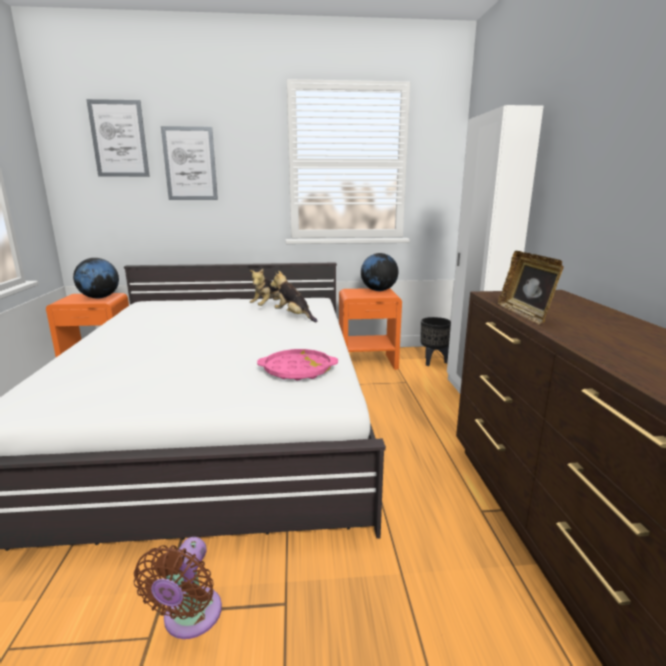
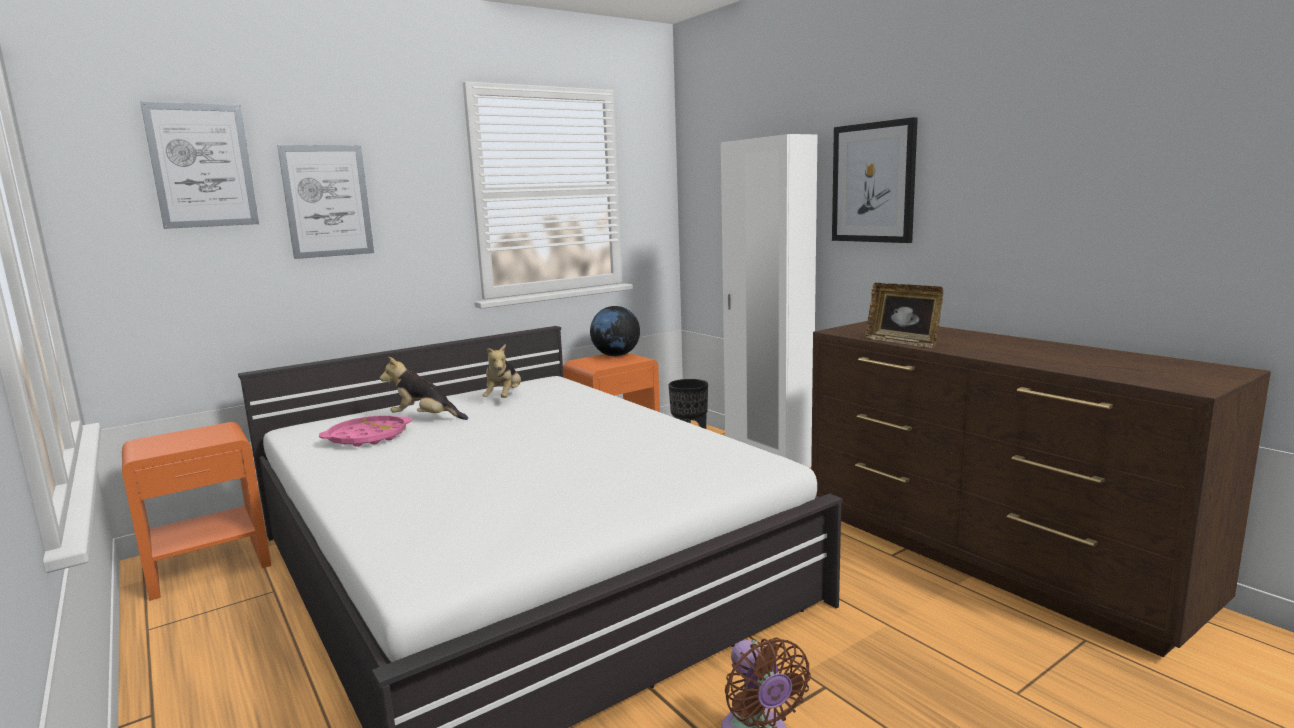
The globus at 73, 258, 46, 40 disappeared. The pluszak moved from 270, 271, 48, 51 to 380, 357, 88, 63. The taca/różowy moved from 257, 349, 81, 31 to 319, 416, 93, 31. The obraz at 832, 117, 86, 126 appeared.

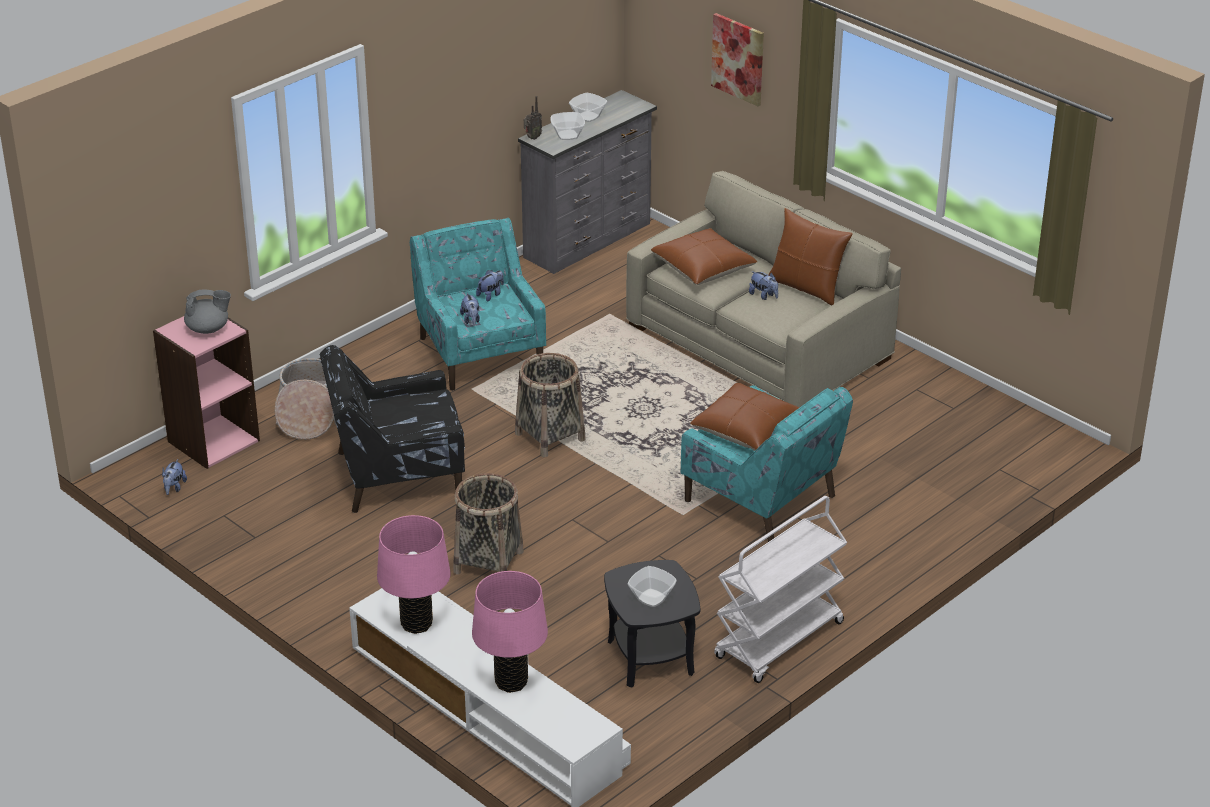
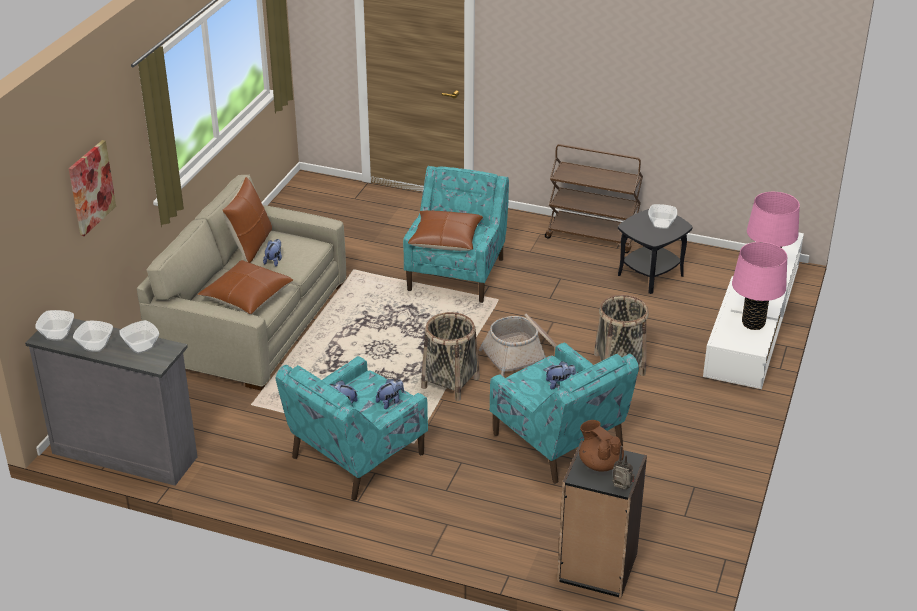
The radio moved from 524, 96, 18, 44 to 612, 446, 23, 44. The imbryk/szary at 184, 289, 47, 45 became the imbryk/brązowy at 579, 420, 45, 51. The regał/różowy at 153, 316, 107, 153 became the regał/czarny at 557, 440, 90, 158. The fotel/czarny at 320, 345, 145, 168 became the fotel/turkusowy at 490, 343, 149, 140. The koszyk moved from 275, 358, 61, 82 to 479, 314, 78, 63. The pluszak moved from 162, 459, 25, 36 to 545, 361, 31, 28. The wózek/biały at 714, 496, 133, 187 became the wózek/brązowy at 545, 144, 98, 109. The miska at 35, 310, 39, 31 appeared.

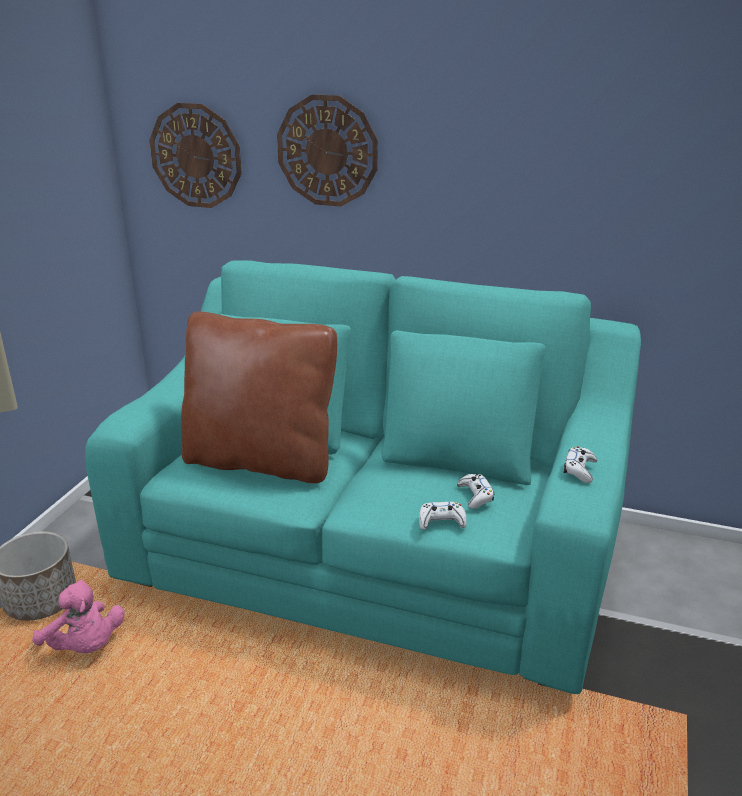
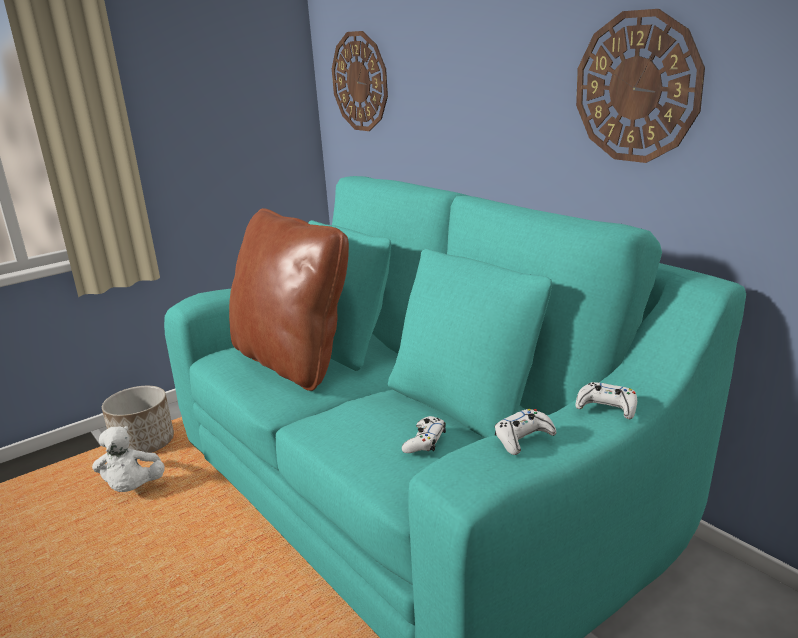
The zegar ścienny moved from 277, 94, 101, 113 to 576, 9, 129, 154. The pad do gier/biały moved from 419, 502, 48, 28 to 575, 382, 62, 37. The pluszak/różowy at 32, 580, 92, 73 became the pluszak/biały at 92, 426, 73, 66.

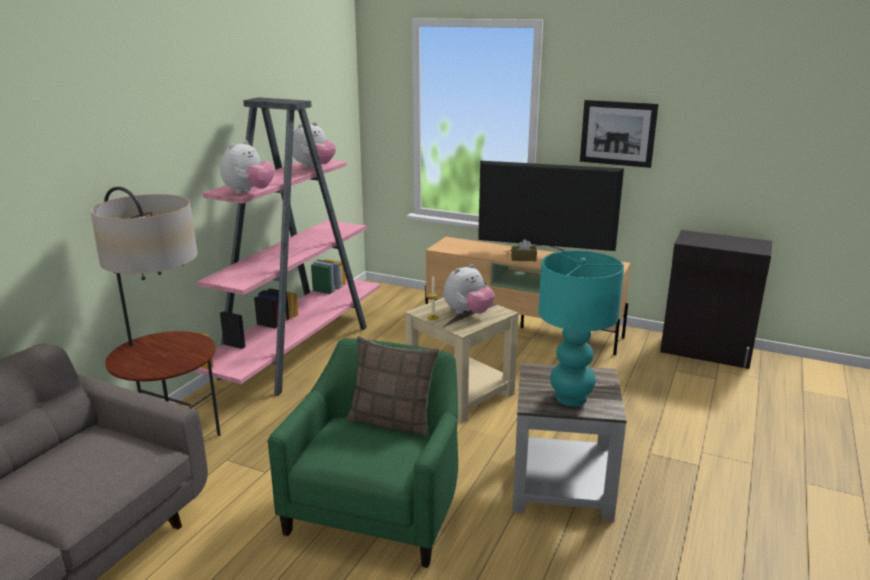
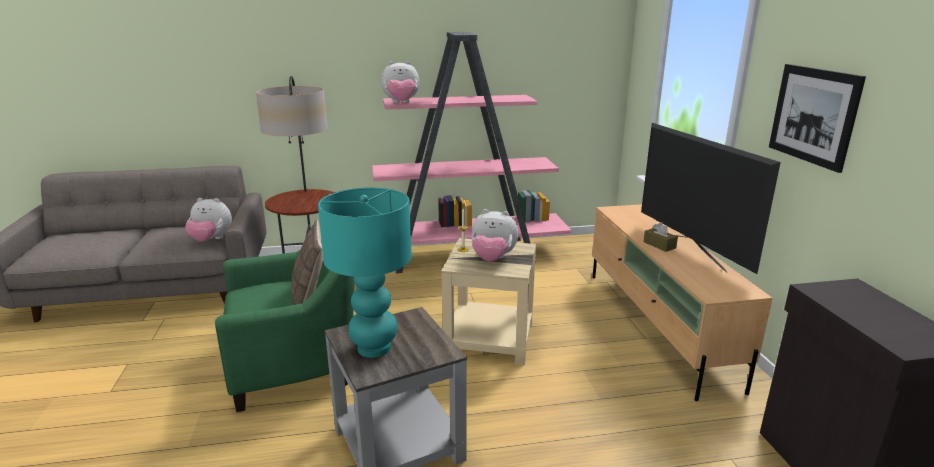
The pluszak moved from 292, 122, 44, 46 to 185, 198, 47, 44.

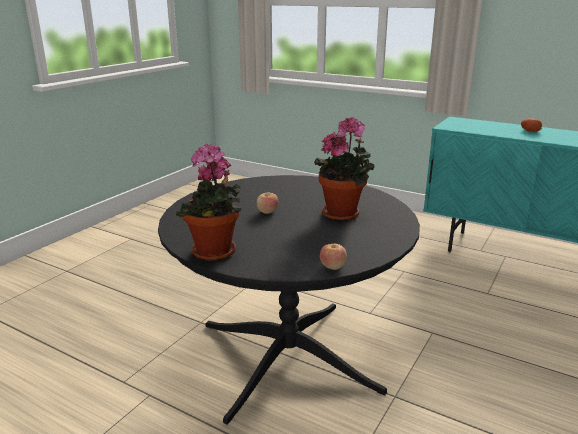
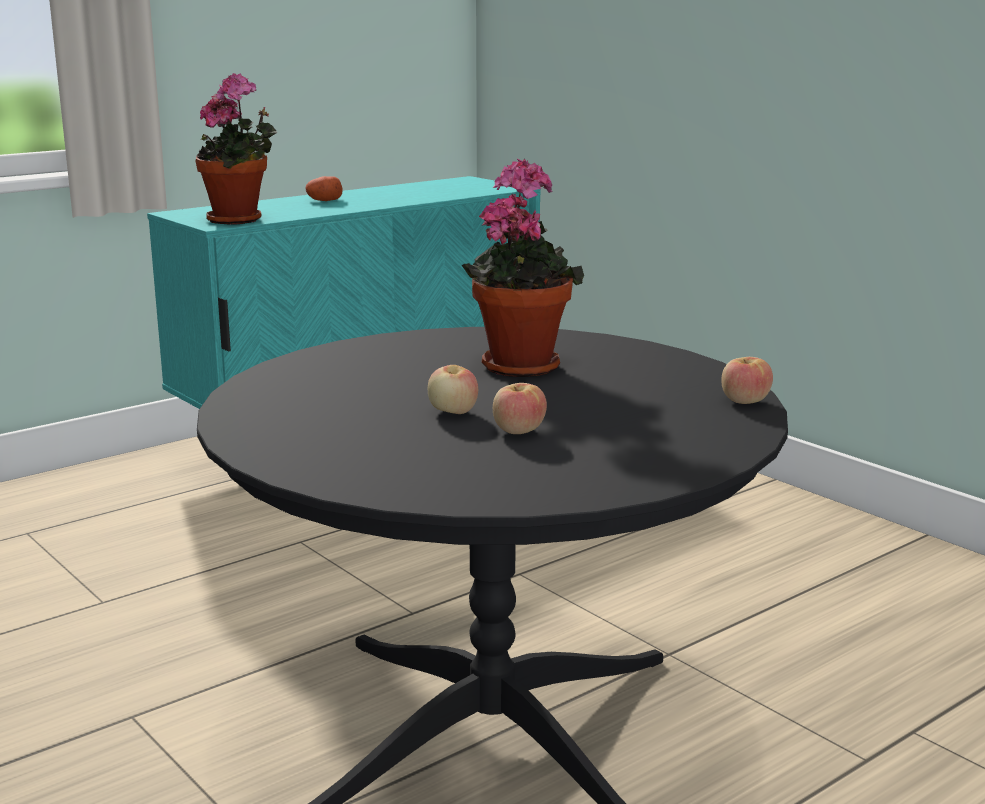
The roślina doniczkowa moved from 176, 144, 67, 117 to 195, 73, 82, 152. The jabłko at 493, 383, 54, 51 appeared.

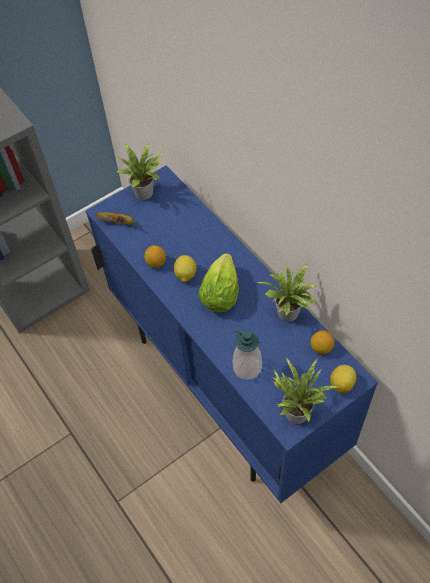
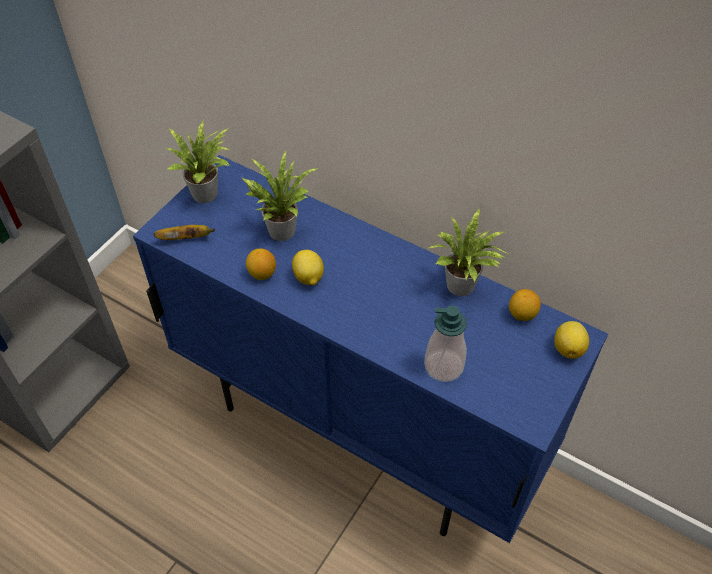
The sałata at 198, 253, 41, 59 disappeared. The roślina doniczkowa moved from 272, 358, 67, 66 to 242, 150, 76, 91.

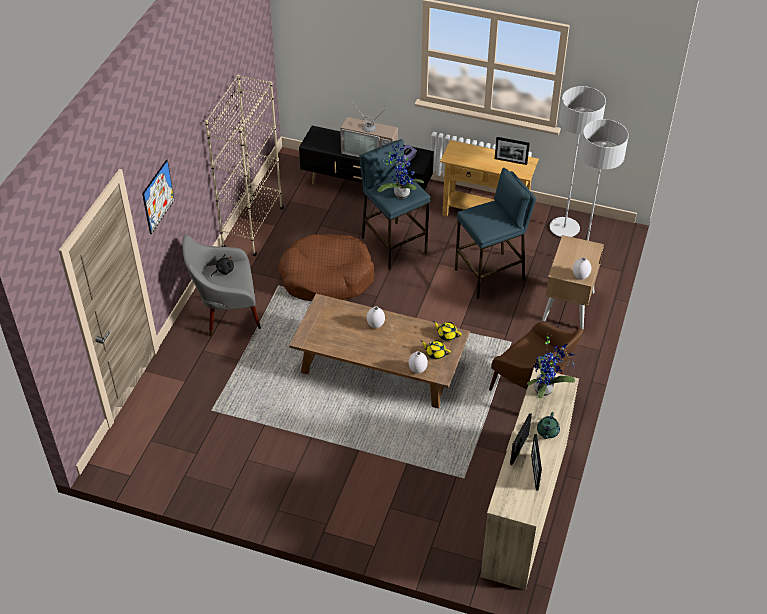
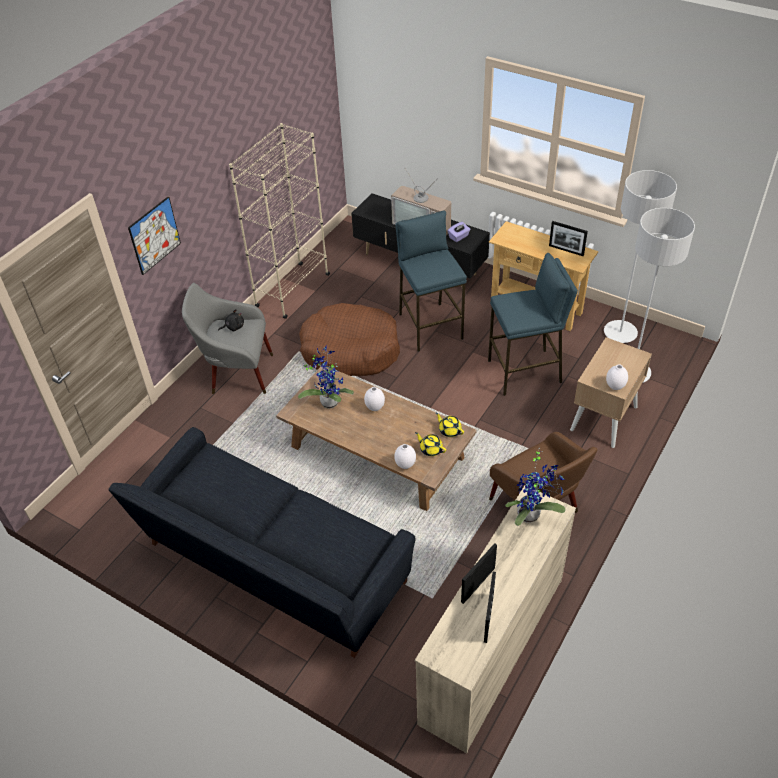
The roślina doniczkowa moved from 378, 144, 46, 55 to 298, 345, 56, 64. The imbryk/zielony at 537, 412, 23, 27 disappeared. The kanapa/czarny at 108, 427, 308, 231 appeared.

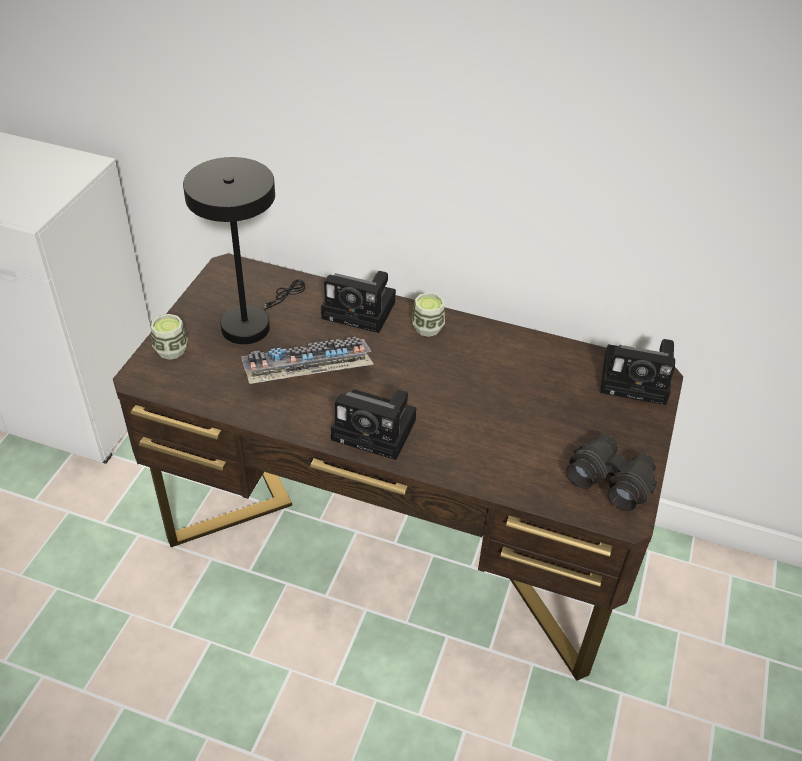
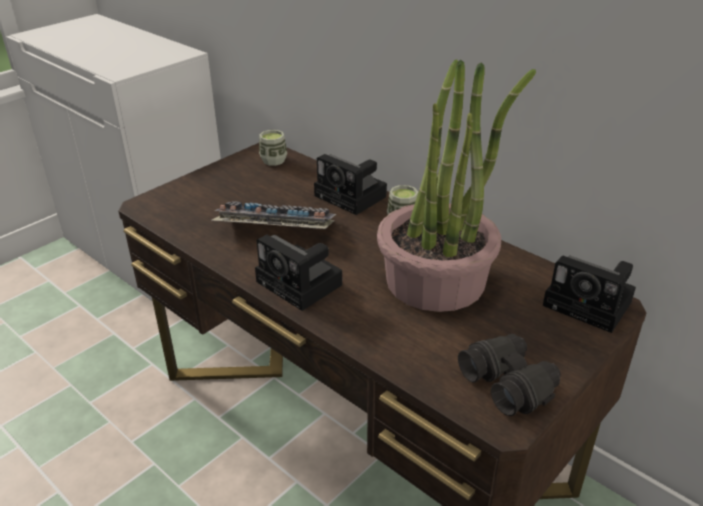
The lampa stołowa/czarny at 183, 157, 122, 187 disappeared. The filiżanka moved from 151, 314, 37, 46 to 259, 130, 28, 36. The roślina doniczkowa at 377, 59, 159, 253 appeared.

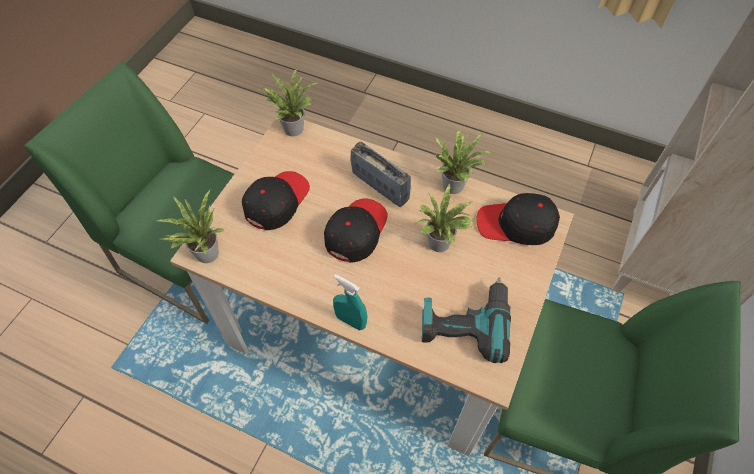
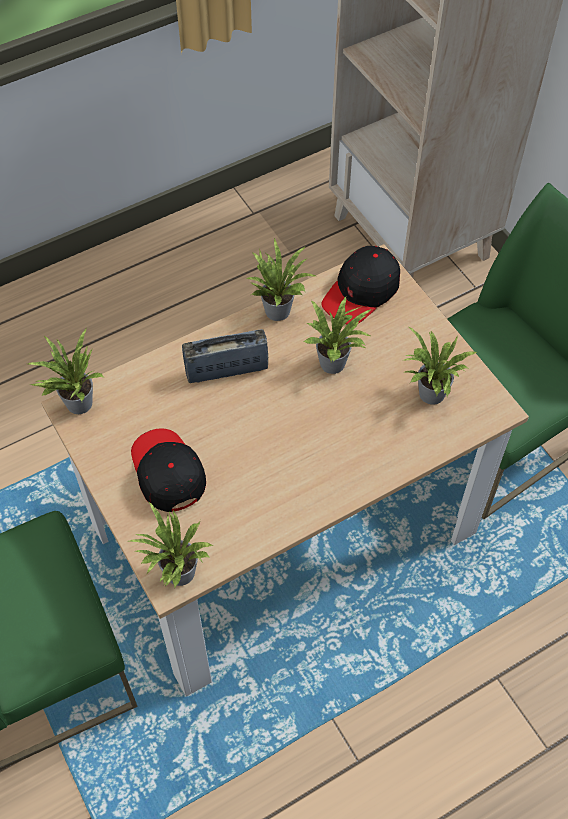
The czapka z daszkiem/czarny at 324, 199, 64, 64 disappeared. The spryskiwacz/turkusowy at 333, 274, 34, 56 disappeared. The wiertarka at 422, 277, 89, 86 was replaced by the roślina doniczkowa at 402, 327, 76, 78.

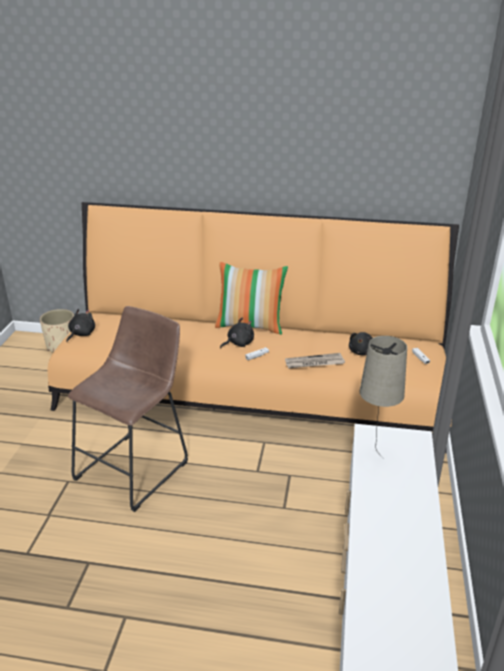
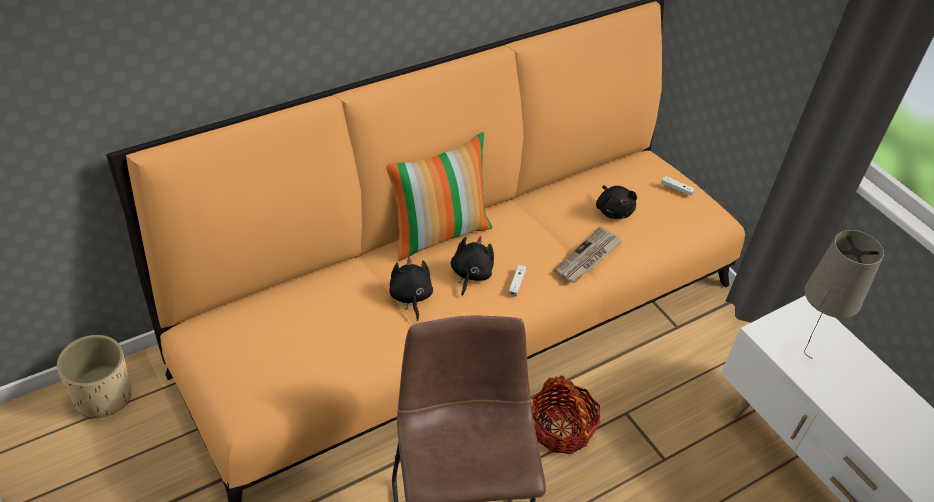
The pluszak/czarny moved from 66, 309, 29, 33 to 389, 257, 44, 64. The koszyk at 532, 375, 68, 79 appeared.

